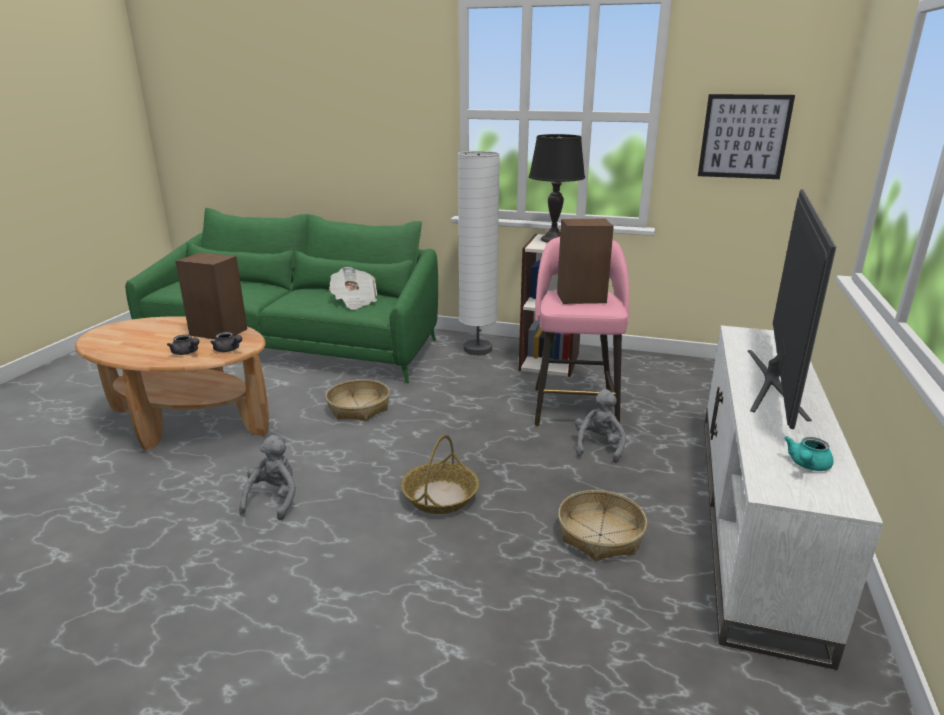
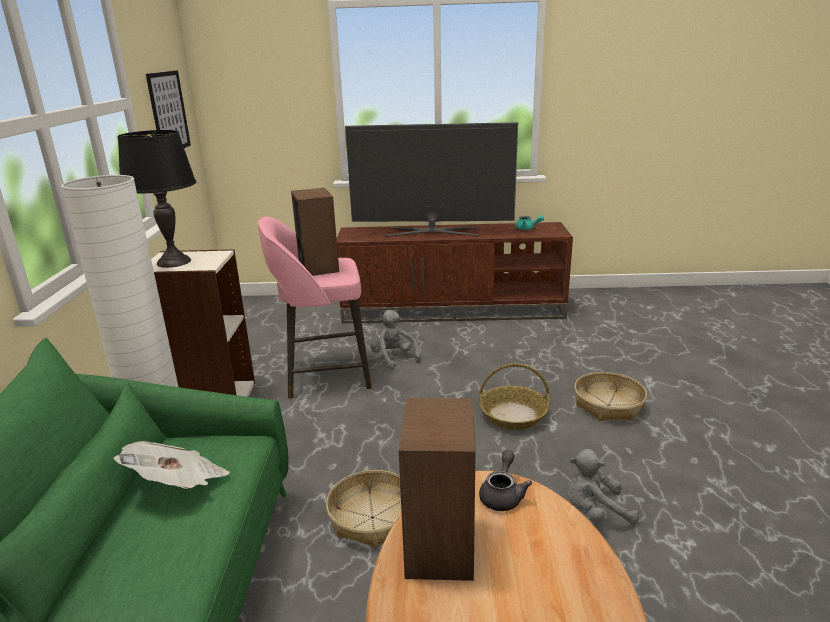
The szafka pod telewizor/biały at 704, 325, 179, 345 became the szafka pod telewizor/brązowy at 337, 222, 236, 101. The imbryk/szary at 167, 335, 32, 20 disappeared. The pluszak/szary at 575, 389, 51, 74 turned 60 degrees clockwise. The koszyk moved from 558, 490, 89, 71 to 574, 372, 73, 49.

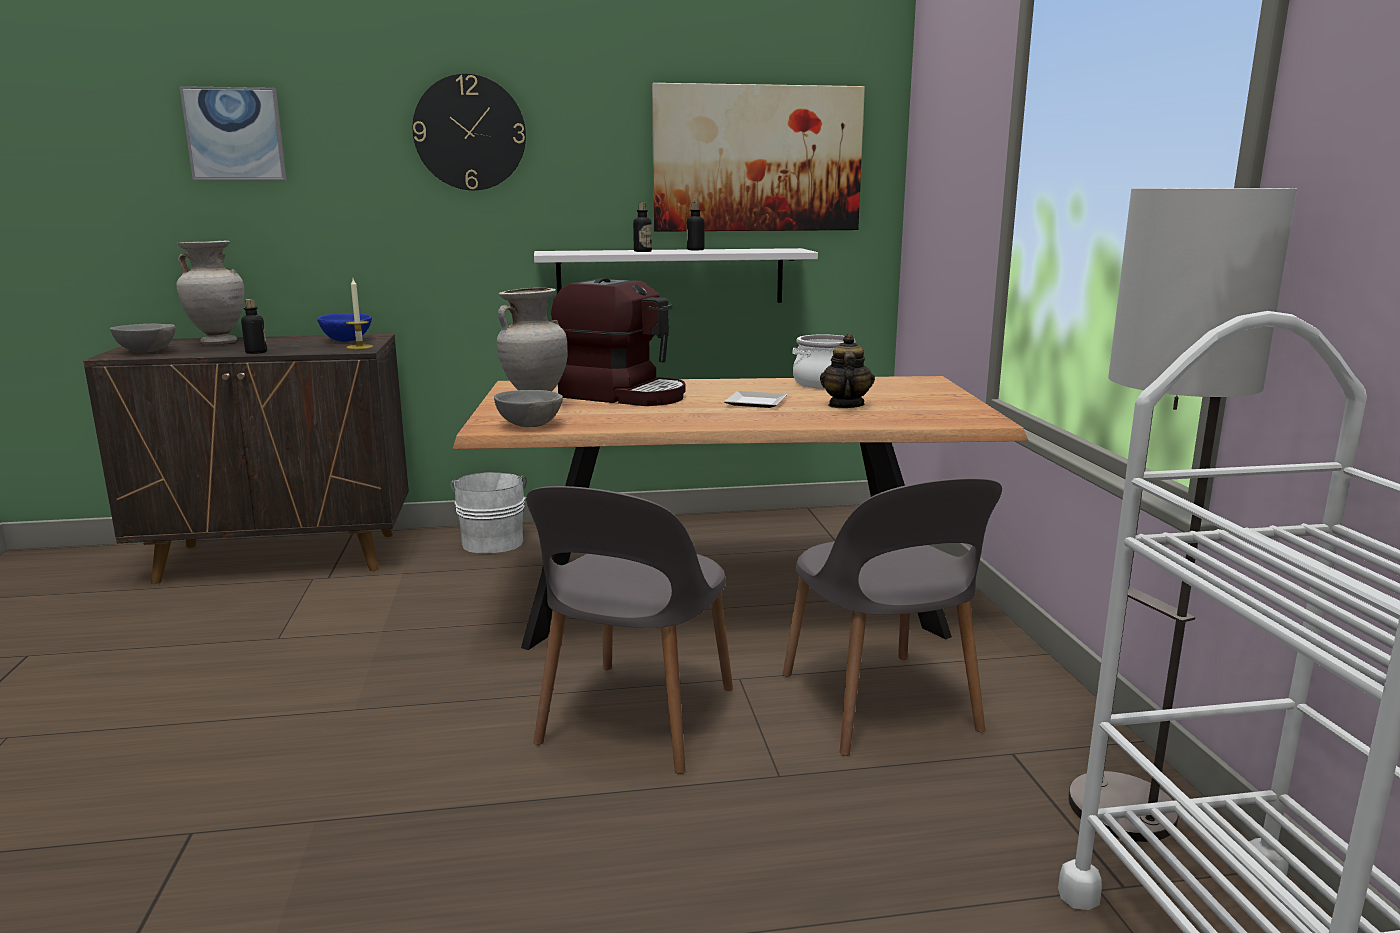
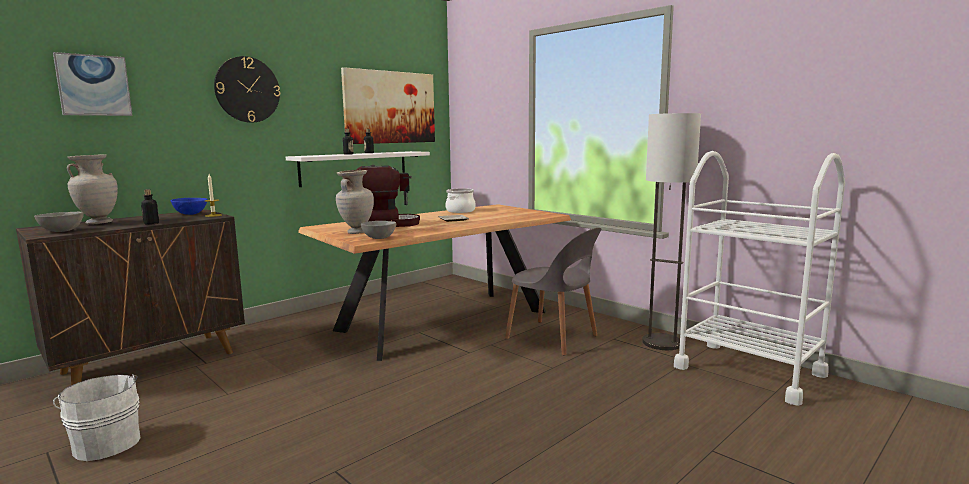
The imbryk at 820, 334, 55, 74 disappeared. The wiadro/biały moved from 450, 472, 77, 81 to 53, 374, 87, 87. The krzesło/szary at 526, 486, 207, 288 disappeared.

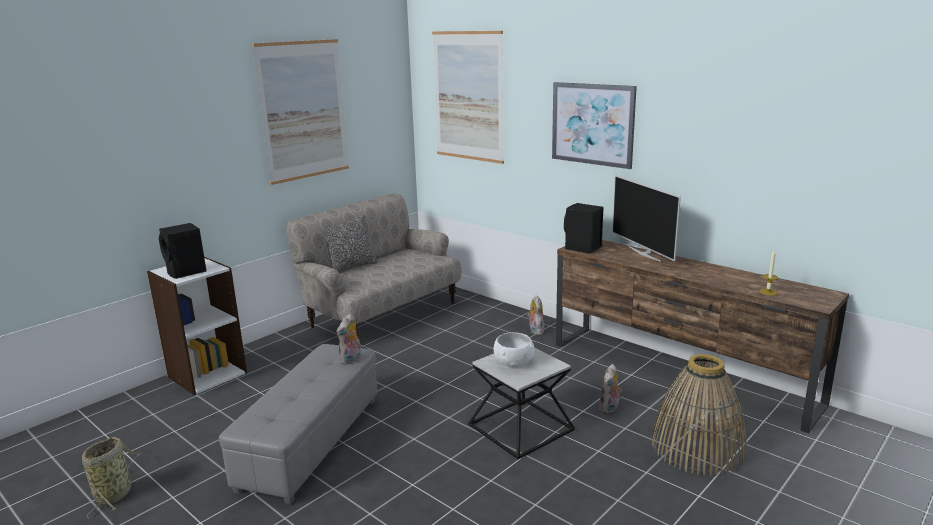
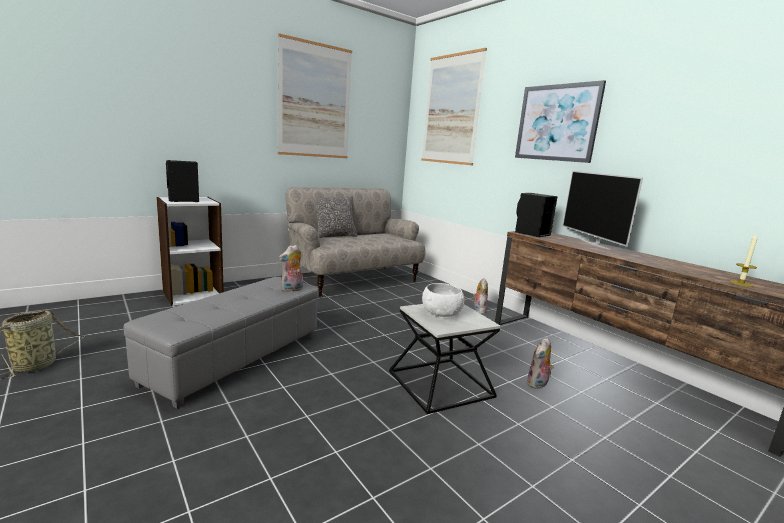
The koszyk at 651, 354, 96, 122 disappeared.

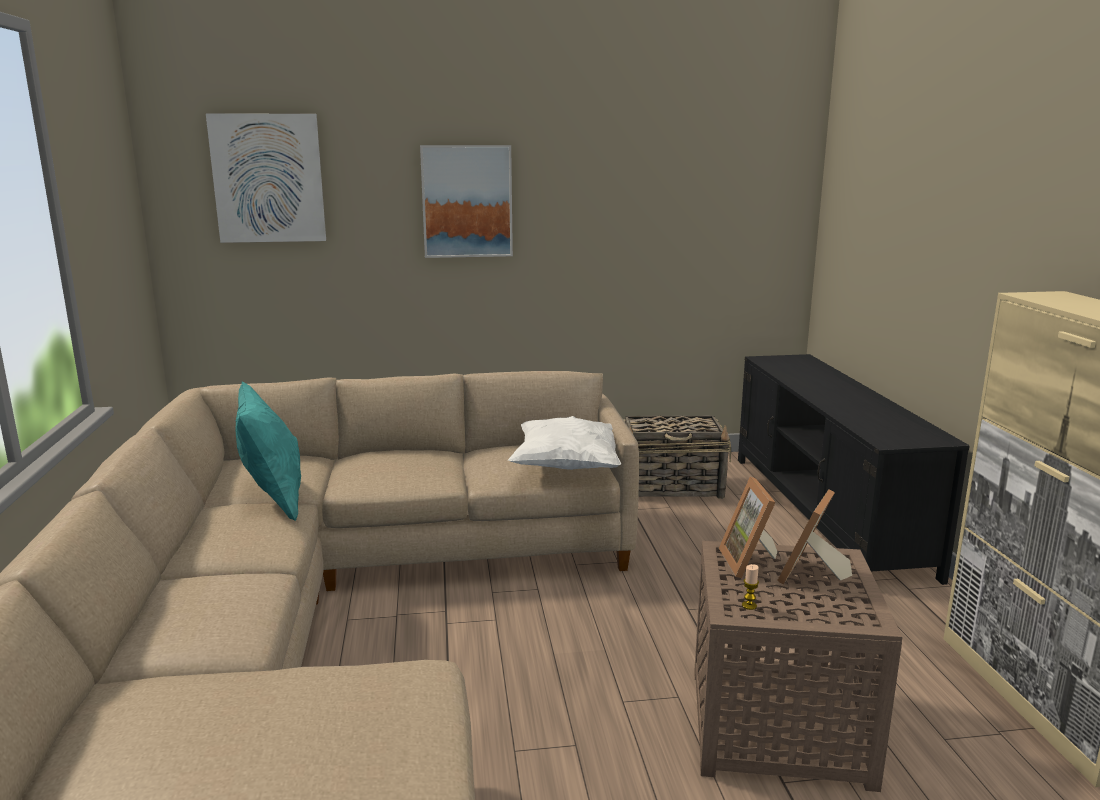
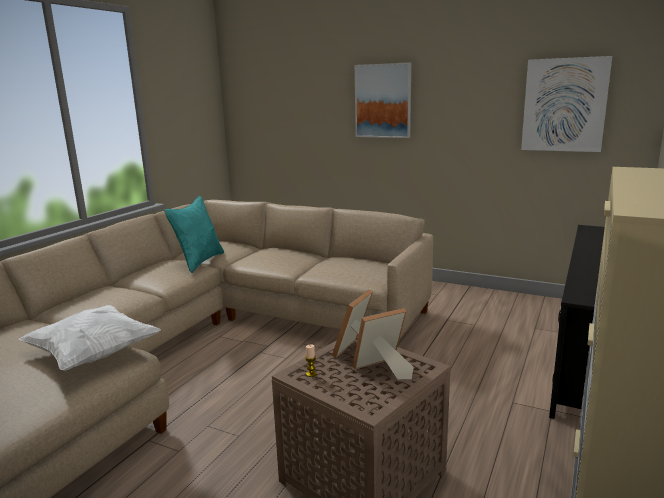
The obraz moved from 206, 113, 120, 130 to 521, 56, 91, 96. The koszyk at 623, 415, 108, 84 disappeared. The poduszka/biały moved from 508, 416, 113, 54 to 19, 305, 142, 66.

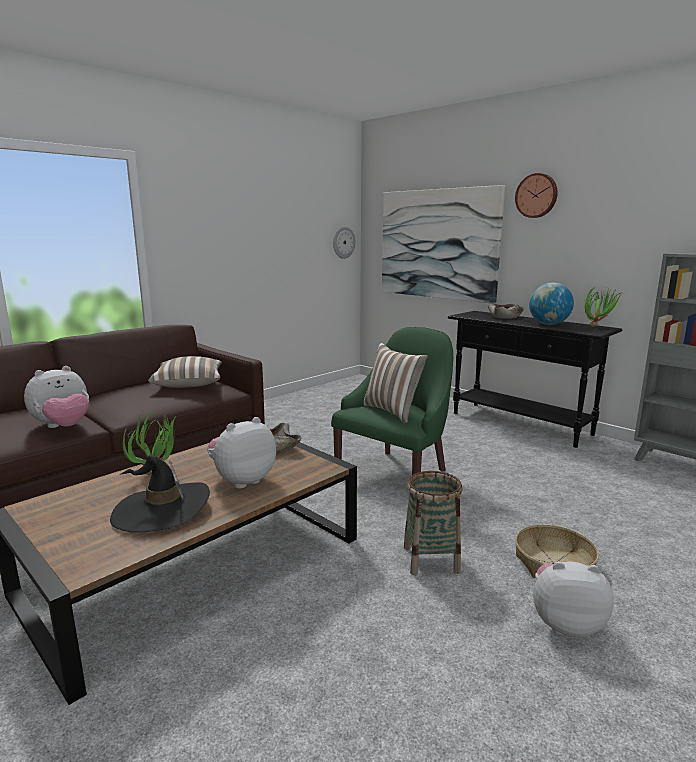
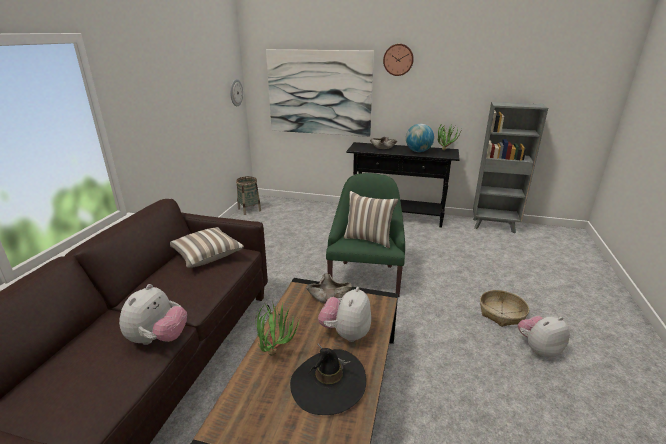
The koszyk moved from 404, 471, 59, 104 to 236, 176, 25, 39.

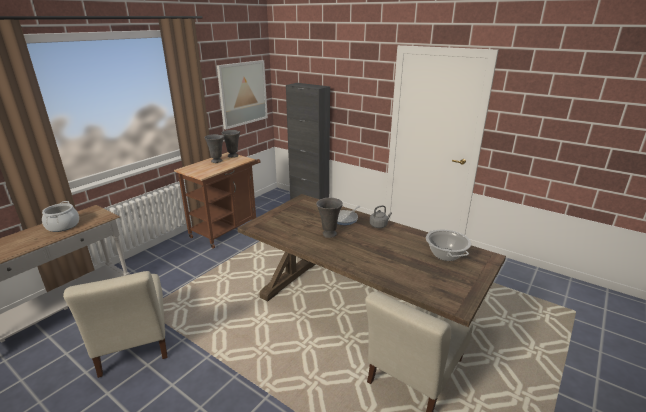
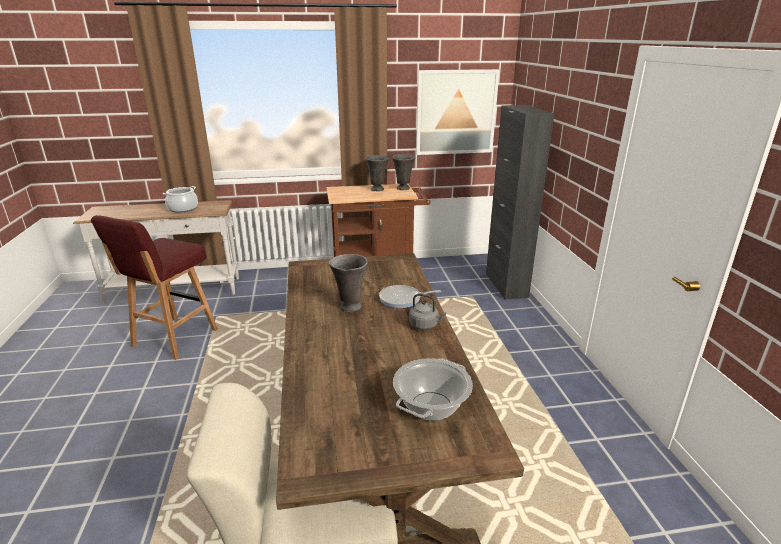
The krzesło/beżowy at 63, 271, 105, 107 was replaced by the stołek/czerwony at 91, 215, 127, 145.

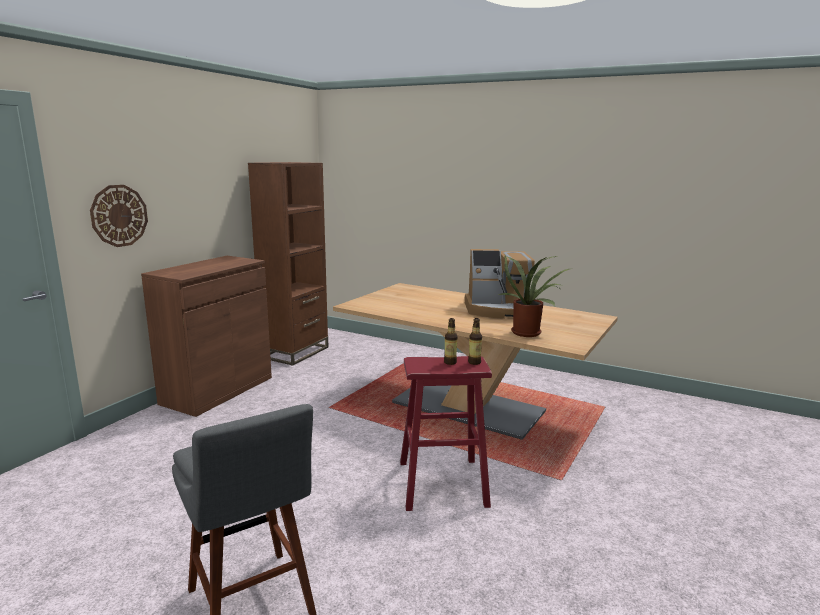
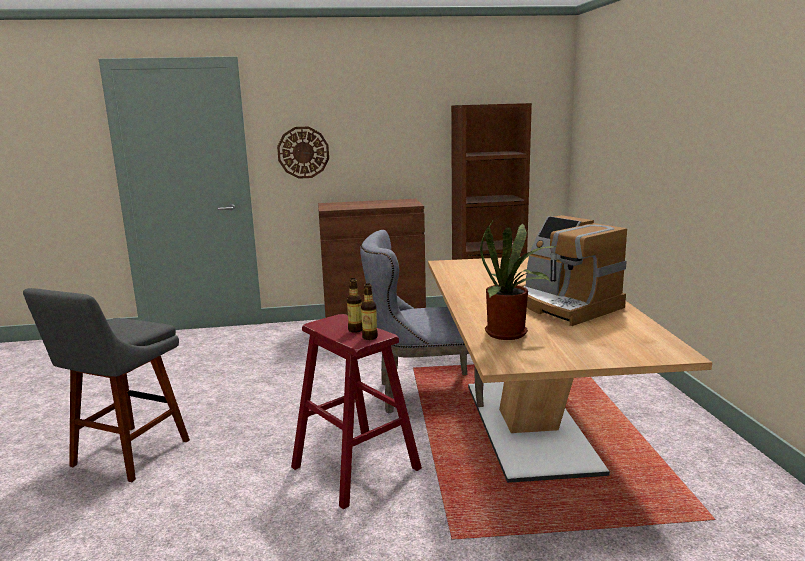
The krzesło/szary at 360, 230, 124, 184 appeared.

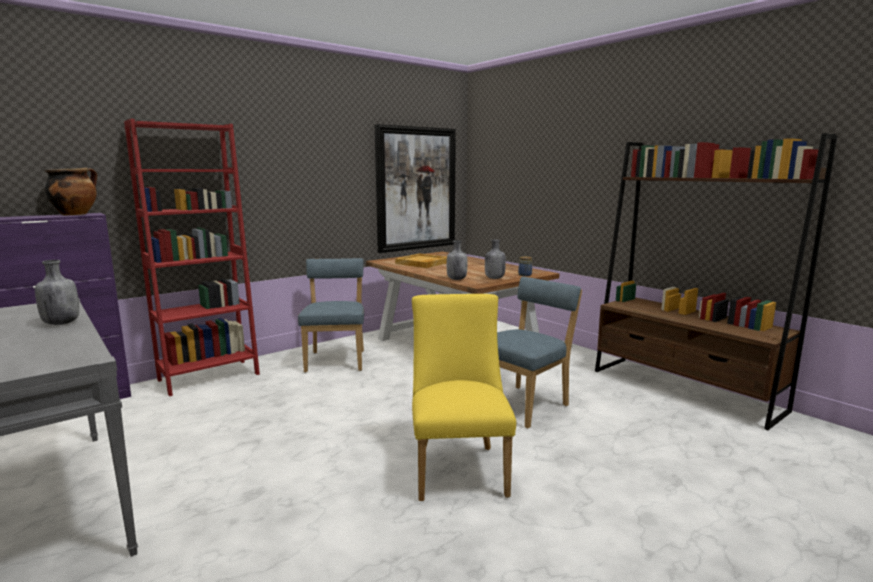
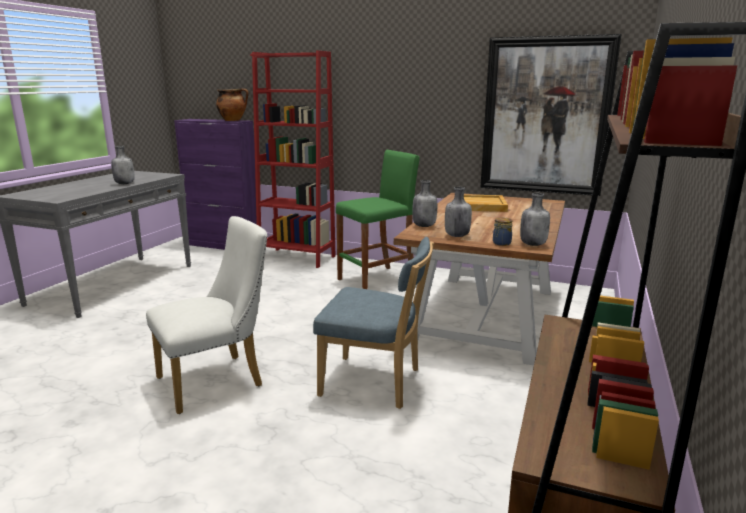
The krzesło/niebieski at 298, 258, 66, 115 was replaced by the stołek/zielony at 336, 150, 84, 139. The krzesło/żółty at 412, 294, 104, 207 became the krzesło/biały at 146, 216, 122, 198. The butelka/szary at 520, 193, 30, 53 appeared.

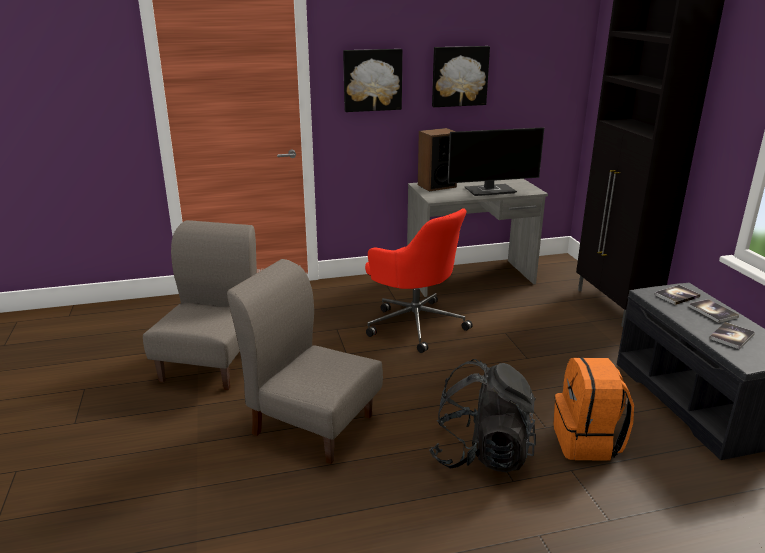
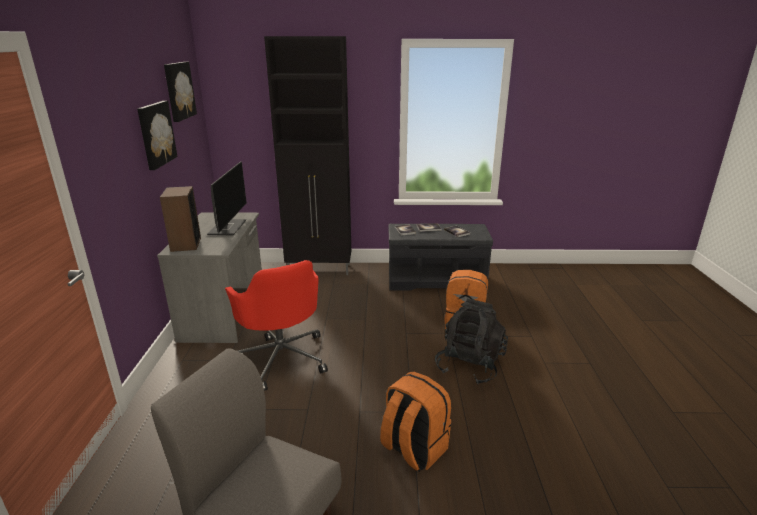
The obraz moved from 343, 49, 59, 63 to 164, 62, 33, 60. The krzesło biurowe/czerwony at 365, 208, 108, 145 turned 90 degrees clockwise. The krzesło/szary at 227, 259, 156, 205 was replaced by the plecak/pomarańczowy at 380, 372, 71, 100.

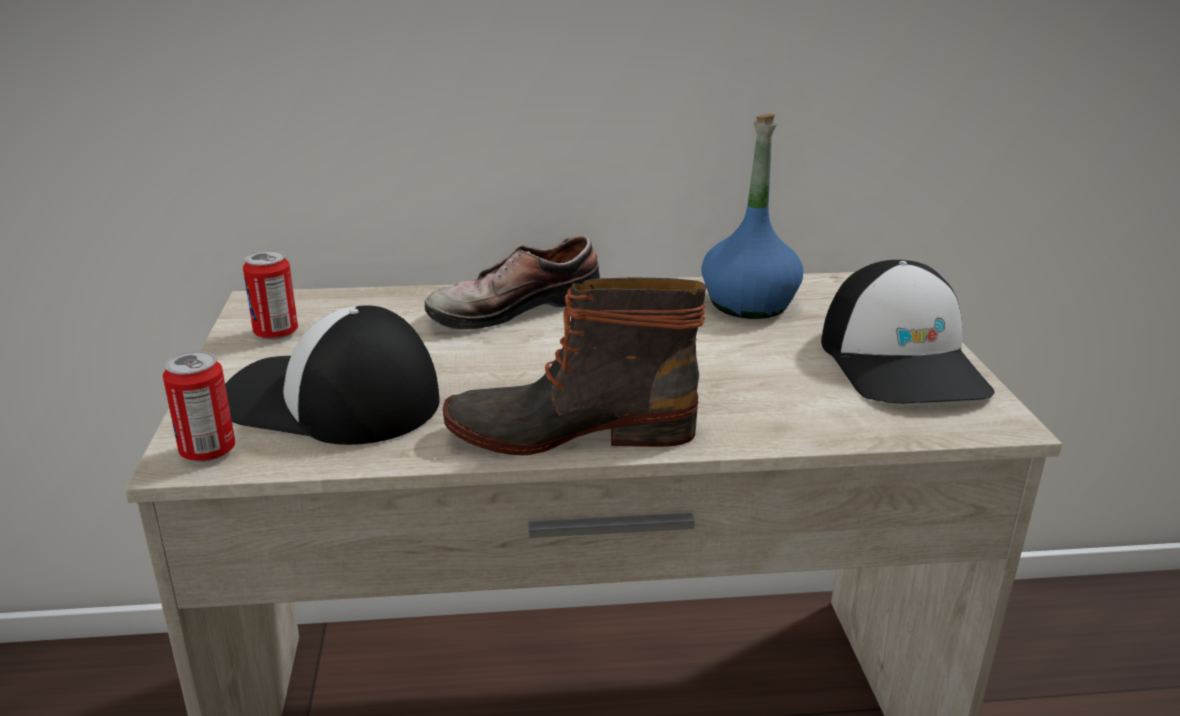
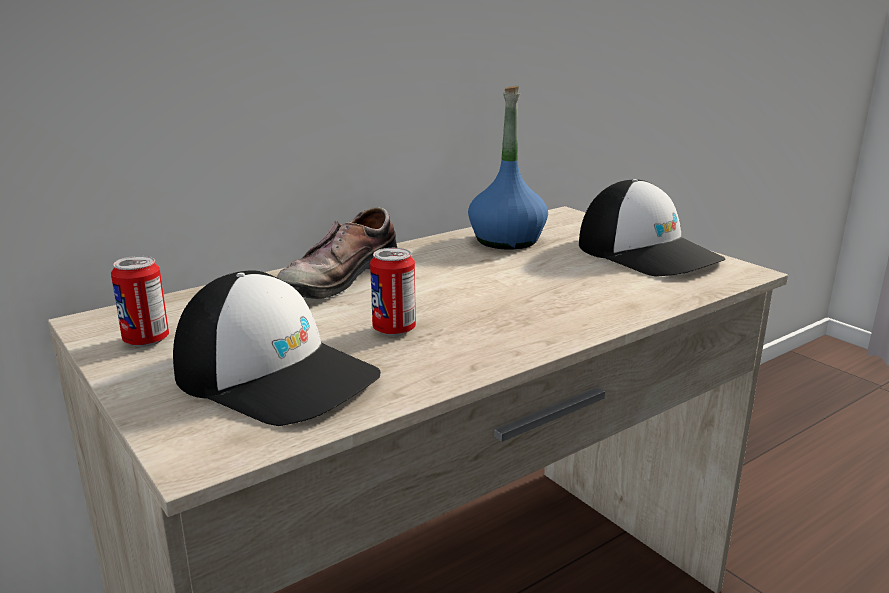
The but z cholewką at 443, 277, 264, 178 disappeared. The czapka z daszkiem at 225, 306, 215, 139 turned 135 degrees counterclockwise. The puszka moved from 163, 351, 72, 111 to 370, 248, 46, 88.

